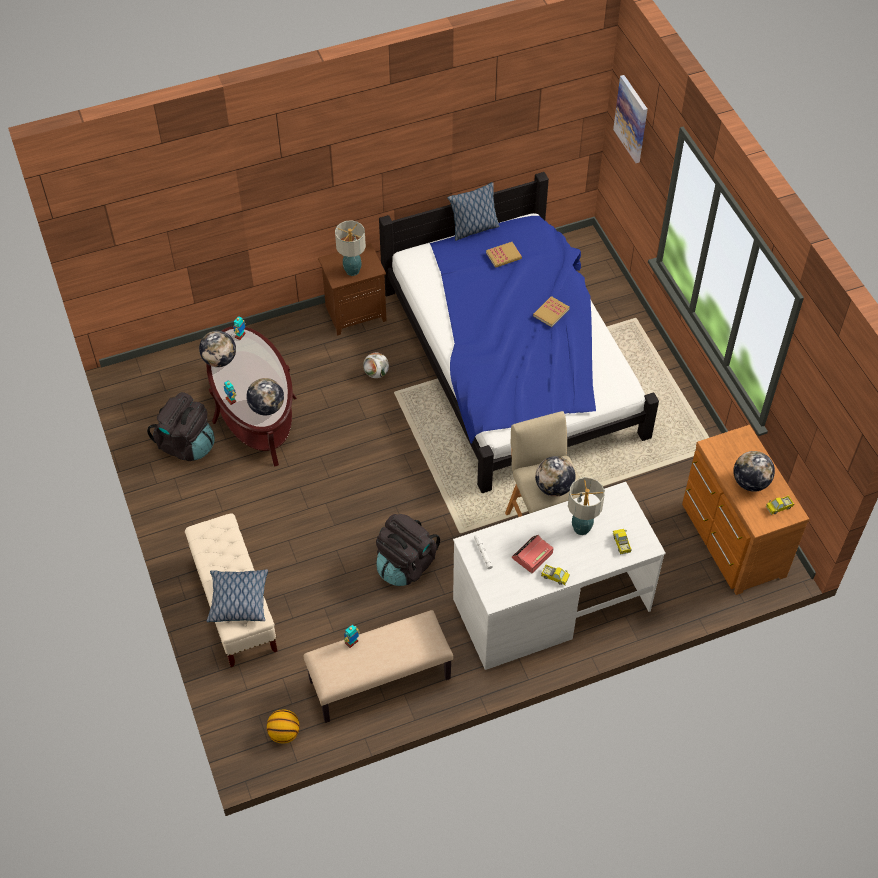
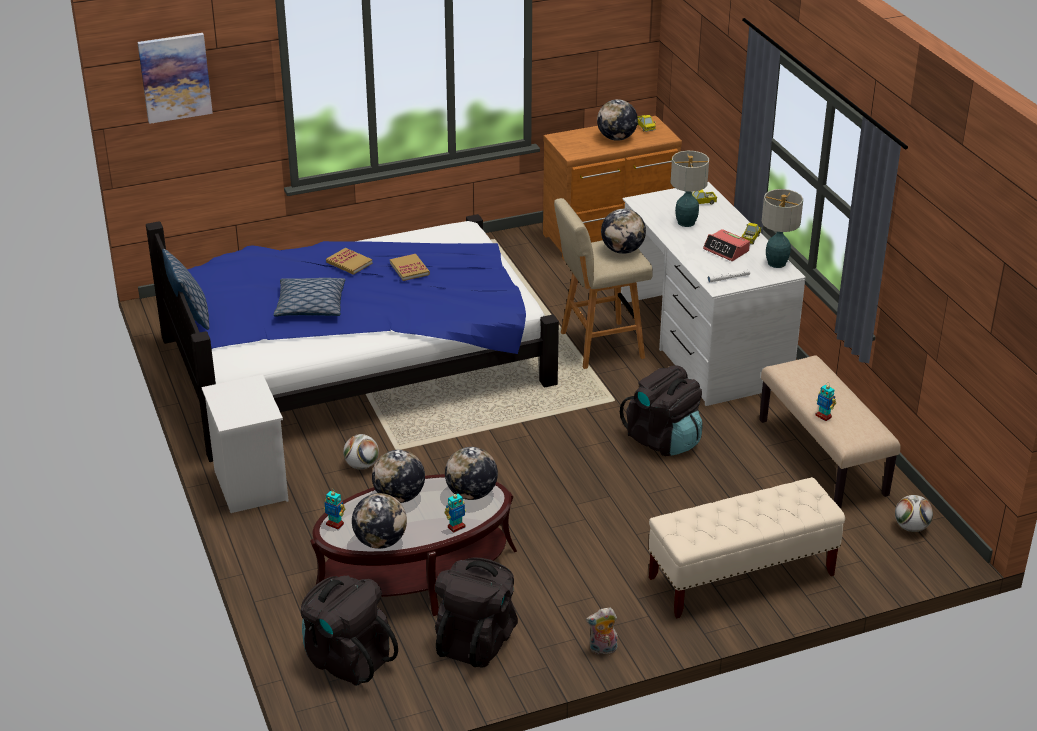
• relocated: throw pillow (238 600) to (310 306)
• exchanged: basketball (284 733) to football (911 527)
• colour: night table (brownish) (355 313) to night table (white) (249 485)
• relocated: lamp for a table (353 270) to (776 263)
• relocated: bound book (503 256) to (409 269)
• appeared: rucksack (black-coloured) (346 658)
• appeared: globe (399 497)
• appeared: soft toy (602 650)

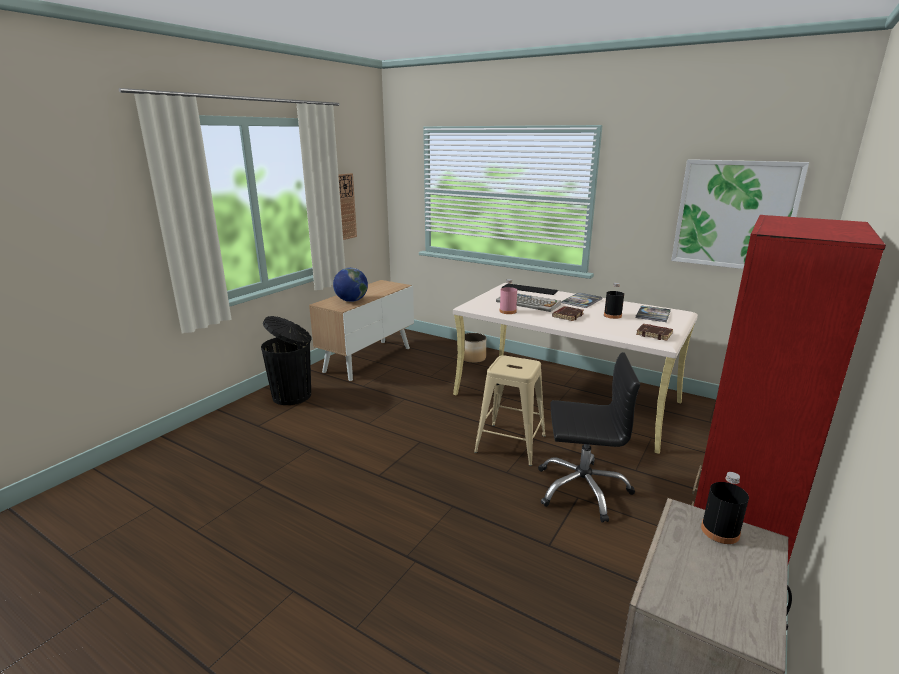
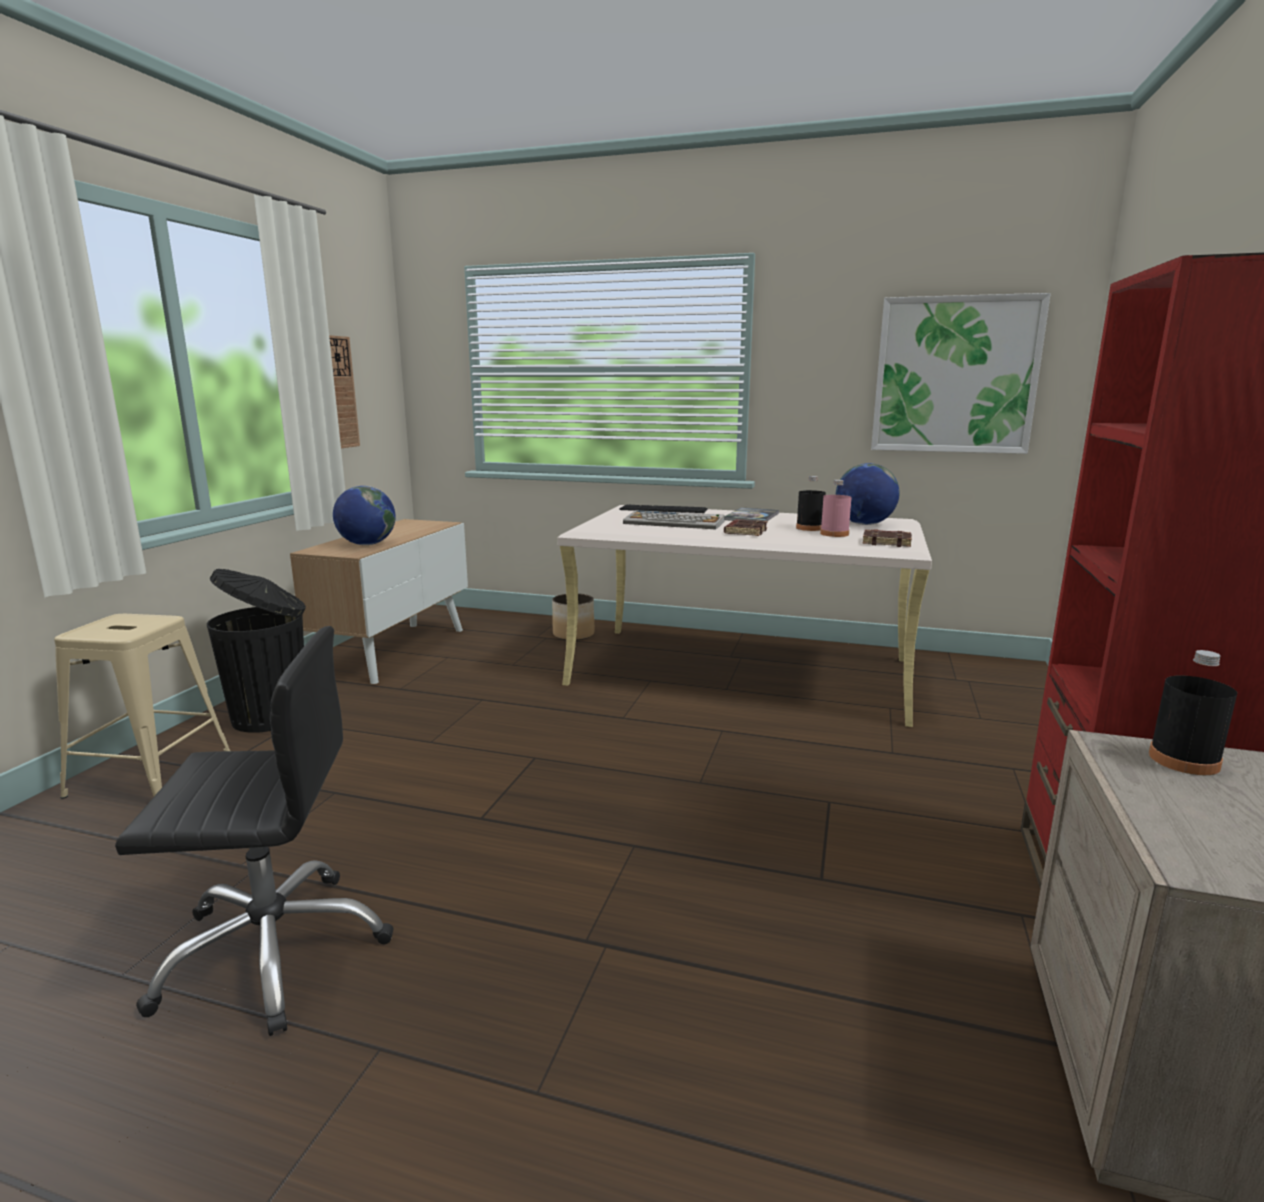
• relocated: stool seat (beige) (511 444) to (151 774)
• relocated: bottle (pink) (508 311) to (834 534)
• relocated: office chair (black-coloured) (582 489) to (274 950)
• exchanged: bound book (653 314) to globe (864 524)

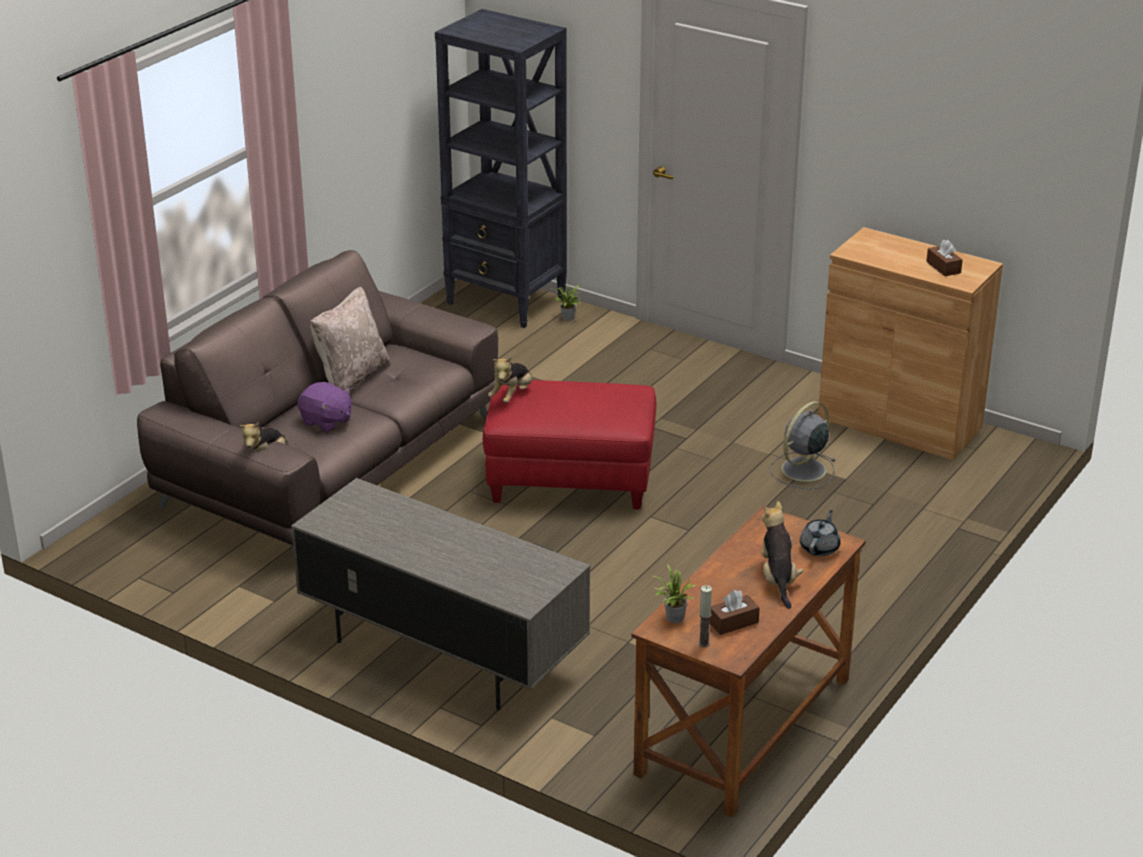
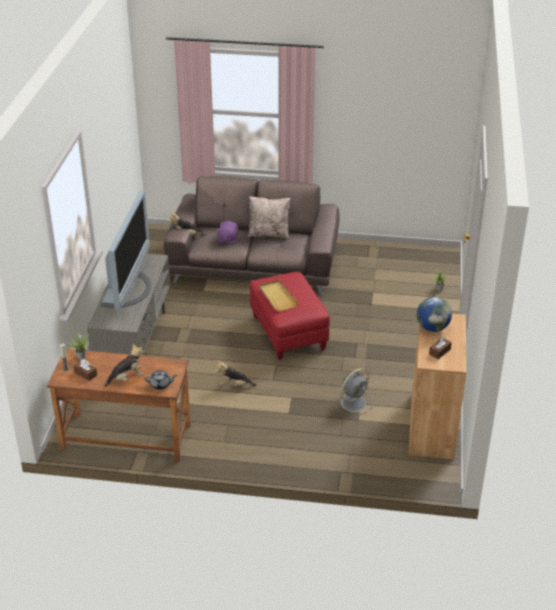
• missing: bookcase (black-coloured) (507 302)
• relocated: soft toy (512 396) to (234 385)
• spun: cooling fan (grey) (802 470) = (354 403) 120 degrees clockwise
• appeared: TV (128 288)
• appeared: serving tray (beige) (277 297)
• appeared: globe (432 328)

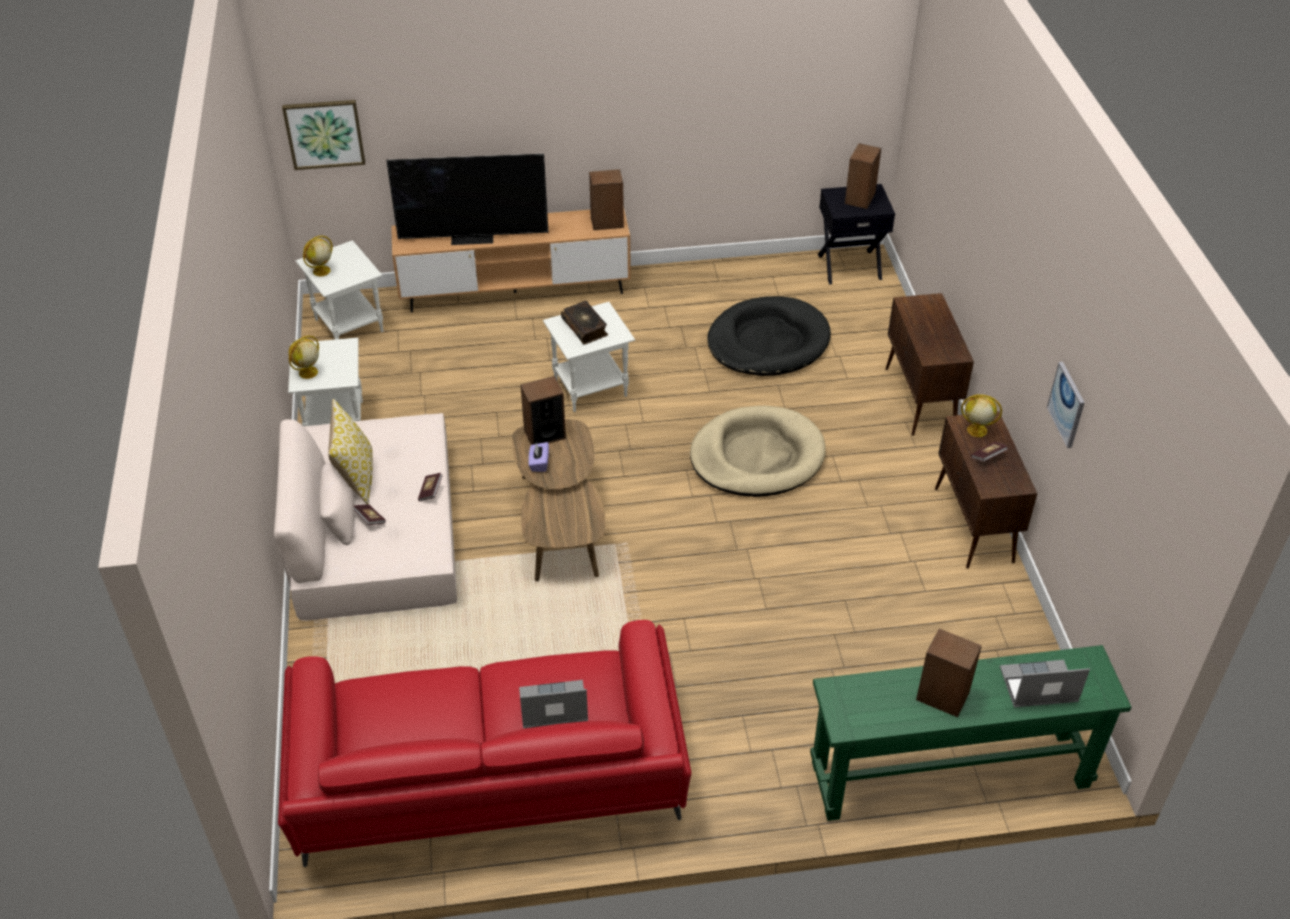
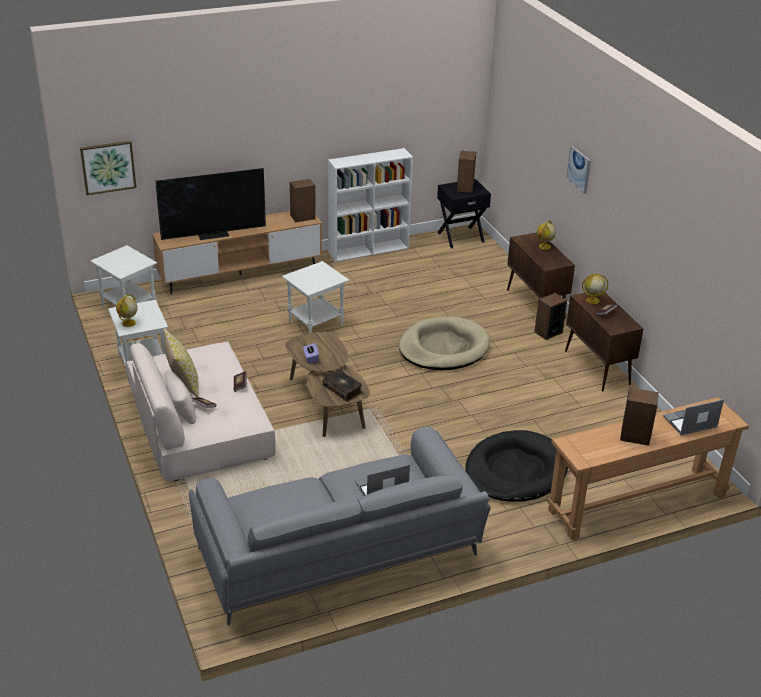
• colour: settee (red) (488 782) to settee (grey) (338 555)
• relocated: globe (321 271) to (544 247)
• relocated: speaker (544 434) to (548 332)
• relocated: bound book (585 327) to (343 389)
• relocated: pet bed (black-coloured) (768 342) to (515 471)
• colour: hall table (greenish) (949 774) to hall table (brownish) (637 502)
• relocated: wall picture (1067 404) to (579 169)
• appeared: bookcase (white) (369 250)

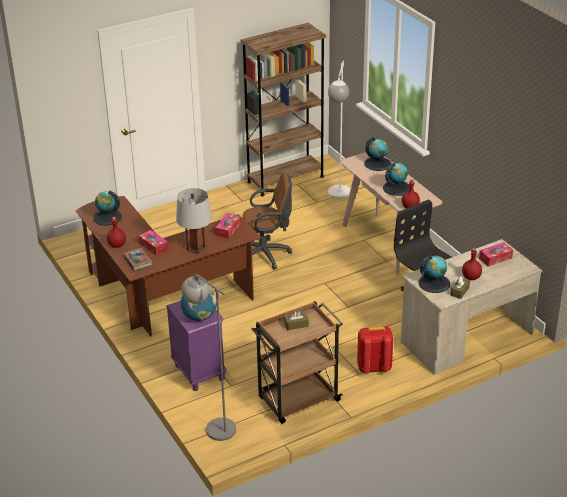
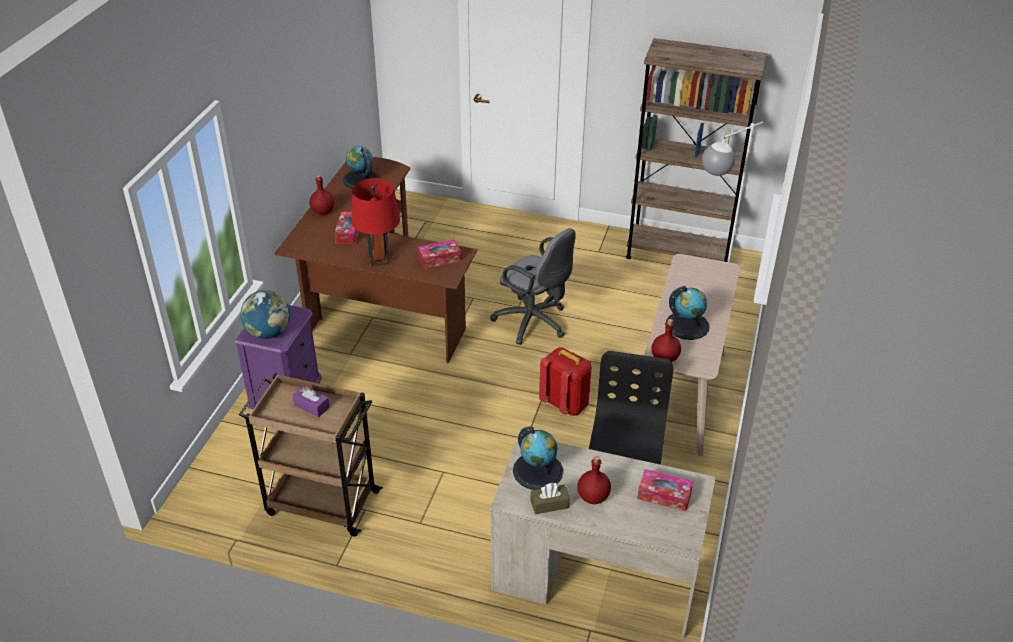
• missing: bound book (137 261)
• colour: lamp for a table (grey) (196 248) to lamp for a table (red) (379 259)
• missing: standard lamp (grey) (214 424)
• colour: office chair (brownish) (266 254) to office chair (grey) (534 323)
• colour: tissue holder (brownish) (296 325) to tissue holder (purplish) (311 406)
• relocated: rucksack (red) (373 367) to (565 404)
• missing: globe (377 163)

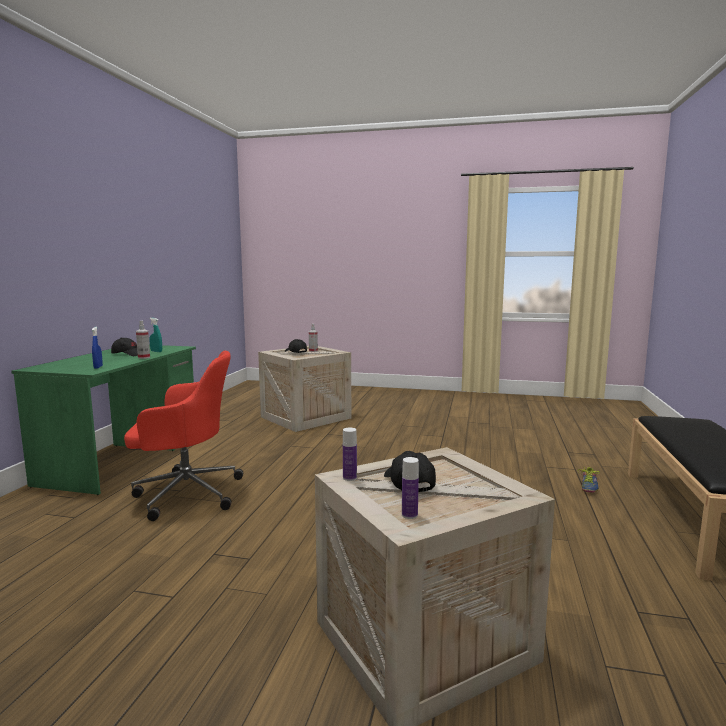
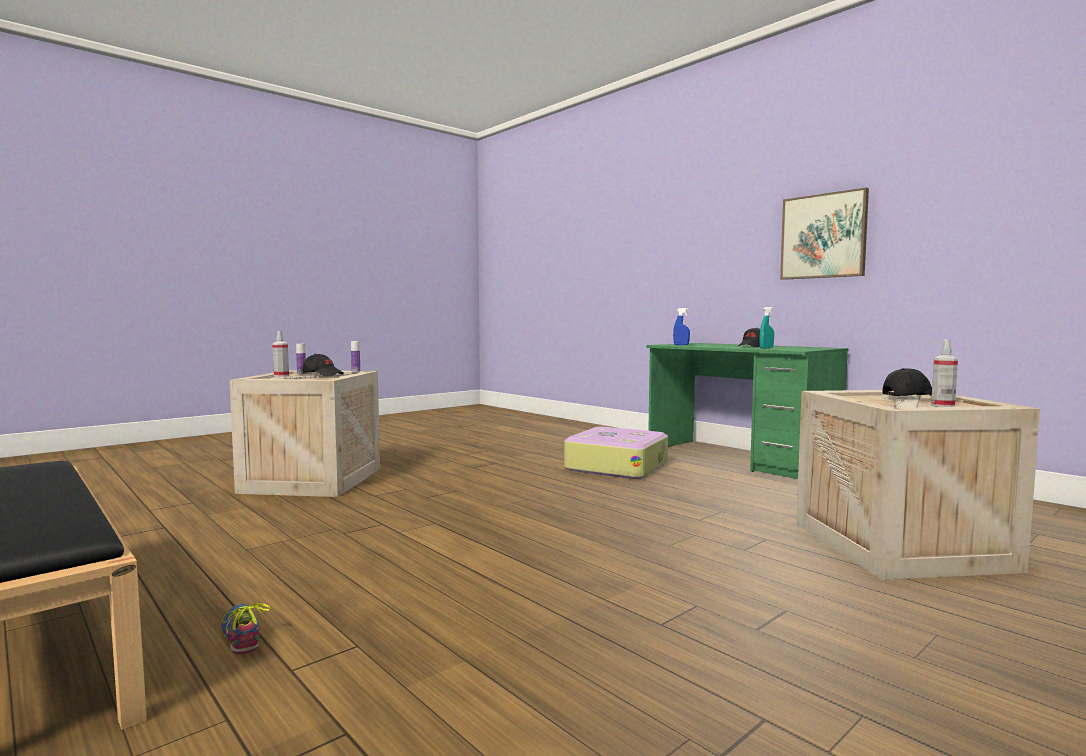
• exchanged: office chair (red) (185 493) to piece of luggage (616 466)
• relocated: hand sprayer (144 357) to (281 376)
• appeared: wall picture (823 236)

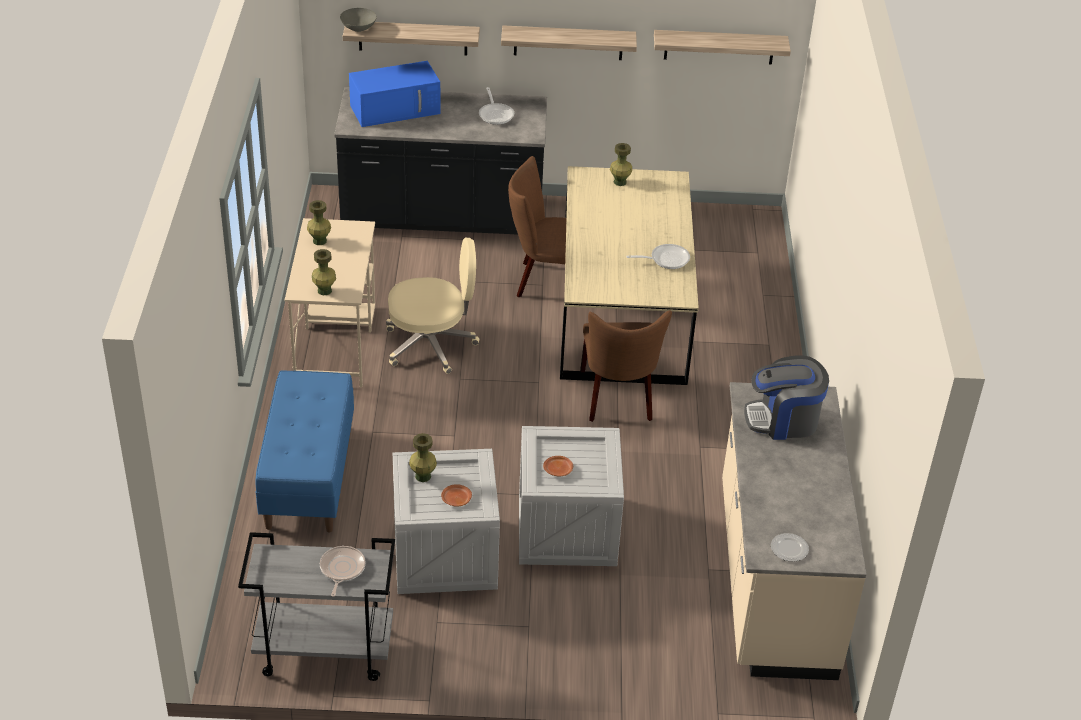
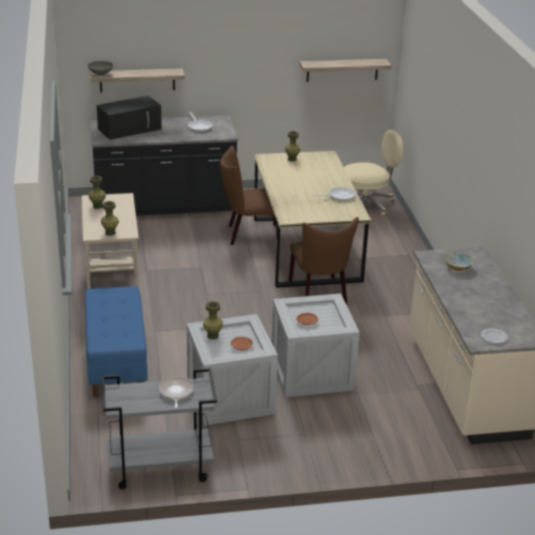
• colour: kitchen microwave (bluish) (396 109) to kitchen microwave (black-coloured) (130 129)
• relocated: office chair (beige) (431 344) to (366 204)
• missing: shelf (568 42)
• exchanged: coffee maker (783 420) to deep dish (458 267)

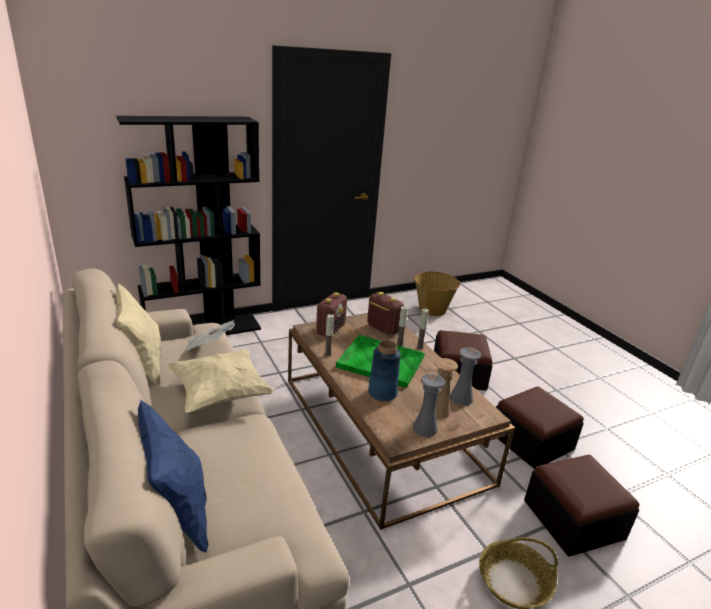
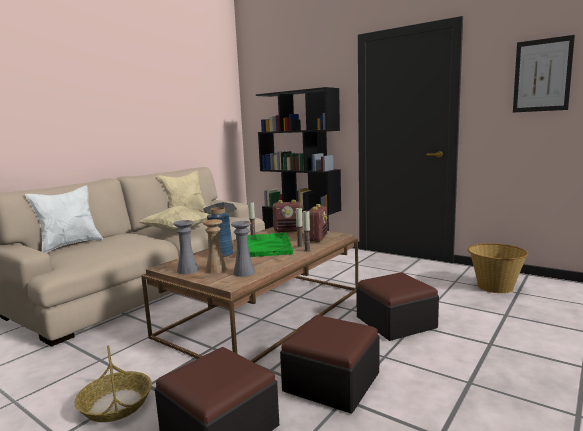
• colour: throw pillow (bluish) (177 514) to throw pillow (white) (70 245)
• appeared: wall picture (542 75)

